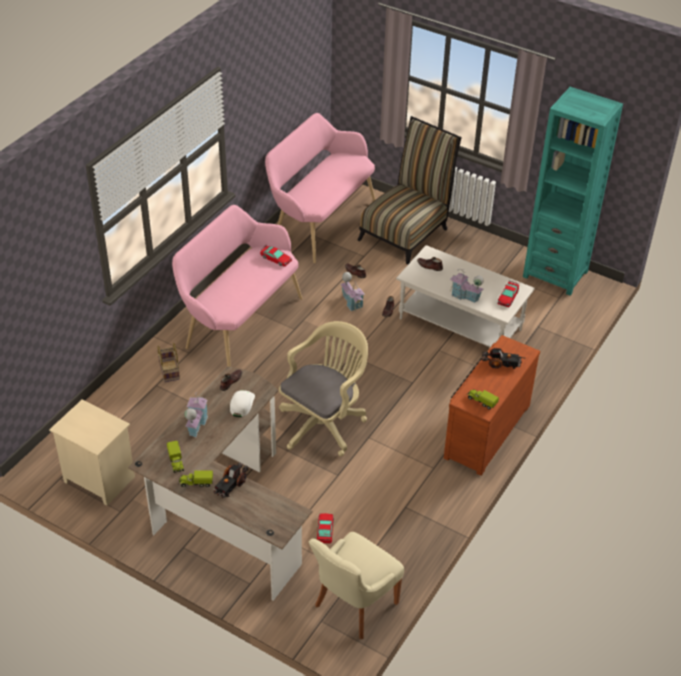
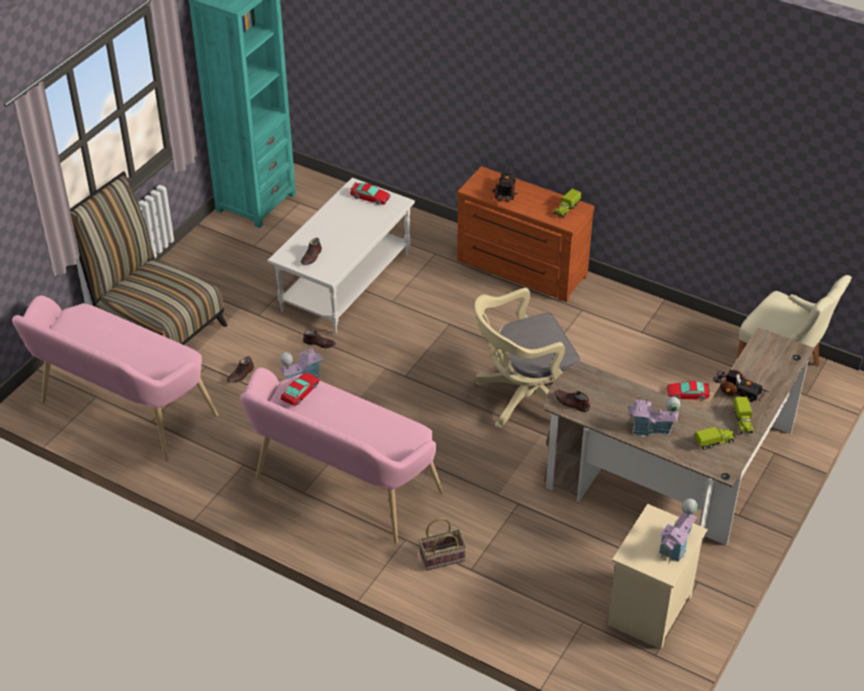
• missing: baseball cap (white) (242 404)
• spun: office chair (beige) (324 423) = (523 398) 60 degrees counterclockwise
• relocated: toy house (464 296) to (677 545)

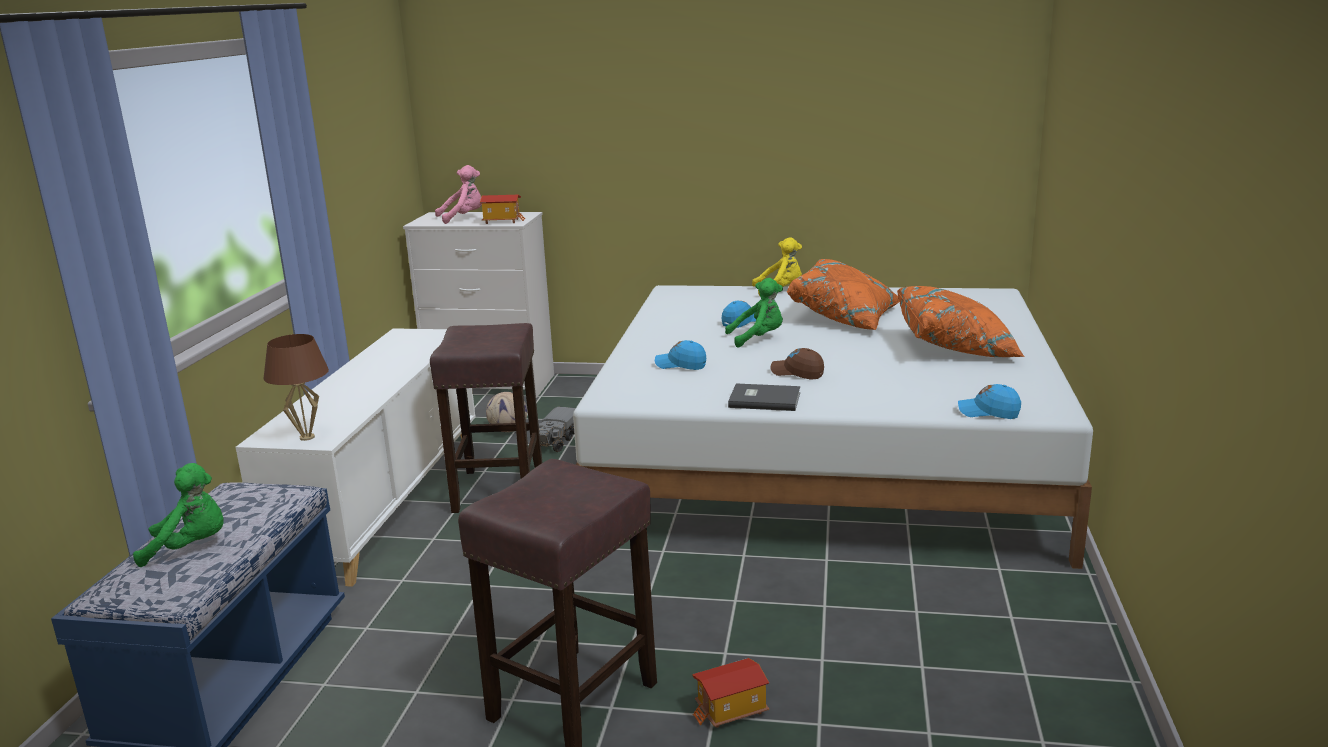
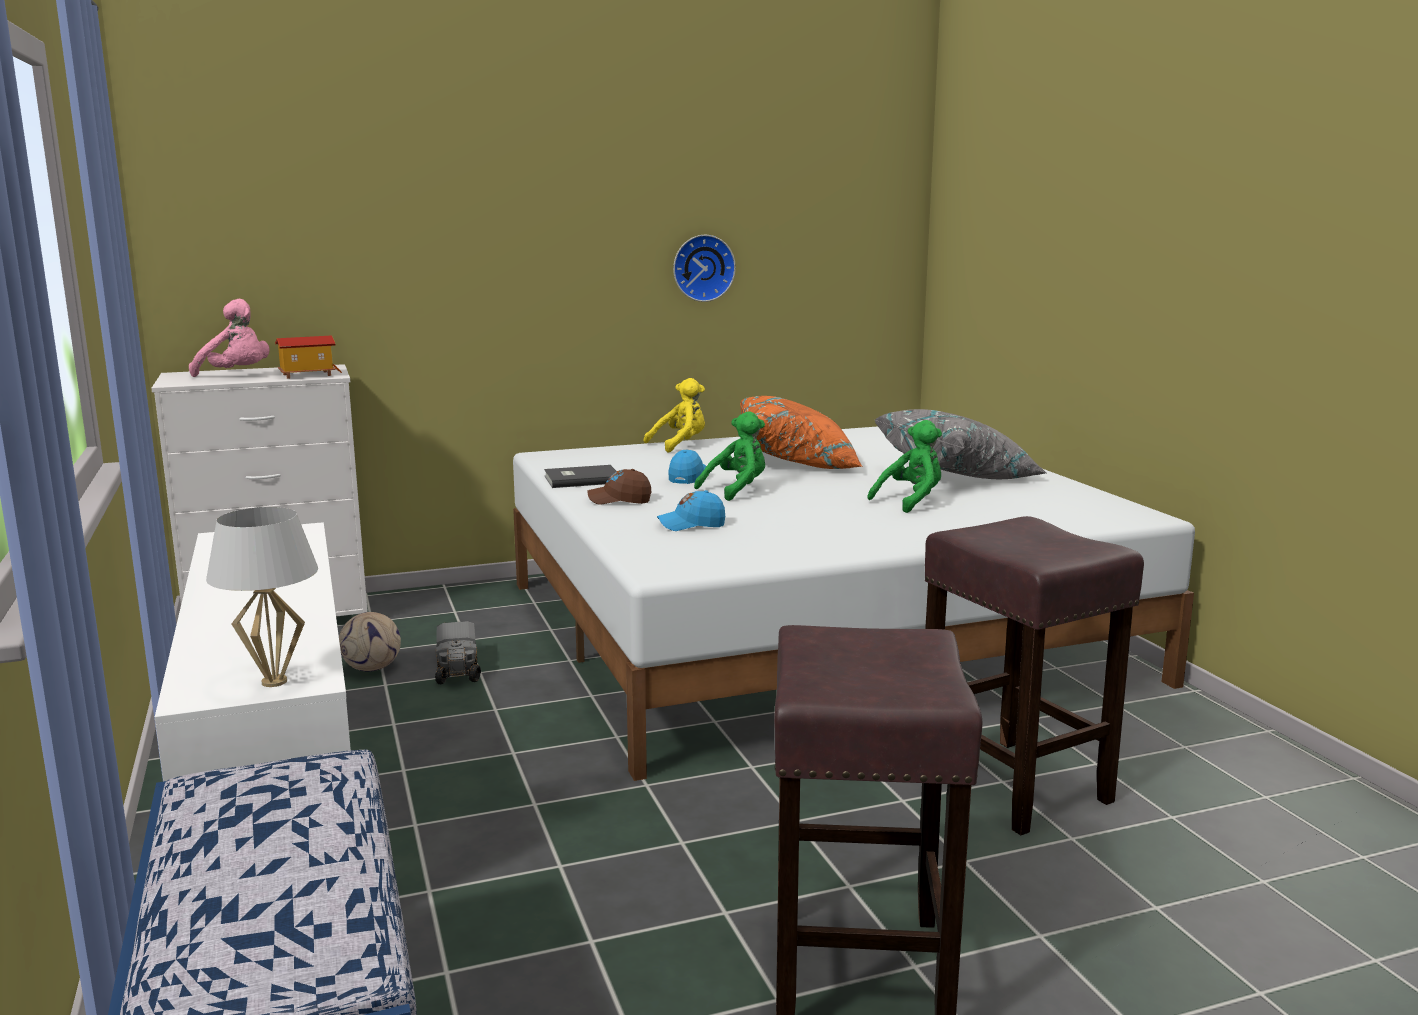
• relocated: soft toy (greenish) (191 547) to (911 501)
• colour: lamp for a table (brownish) (307 437) to lamp for a table (white) (275 682)
• relocated: stool seat (brownish) (499 490) to (1016 786)
• spun: soft toy (pink) (463 218) = (237 375) 75 degrees clockwise
• missing: toy house (731 711)
• relocated: bound book (grey) (763 399) to (580 479)
• relocated: baseball cap (brownish) (797 373) to (619 500)
• colour: throw pillow (orangey) (956 348) to throw pillow (grey) (958 476)
• missing: baseball cap (bluish) (988 412)
• appeared: hanging clock (702 268)

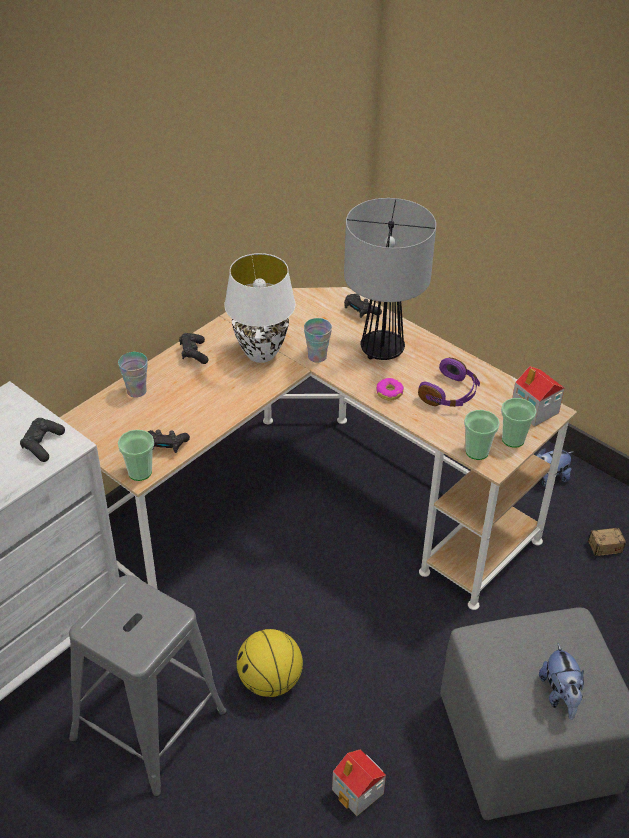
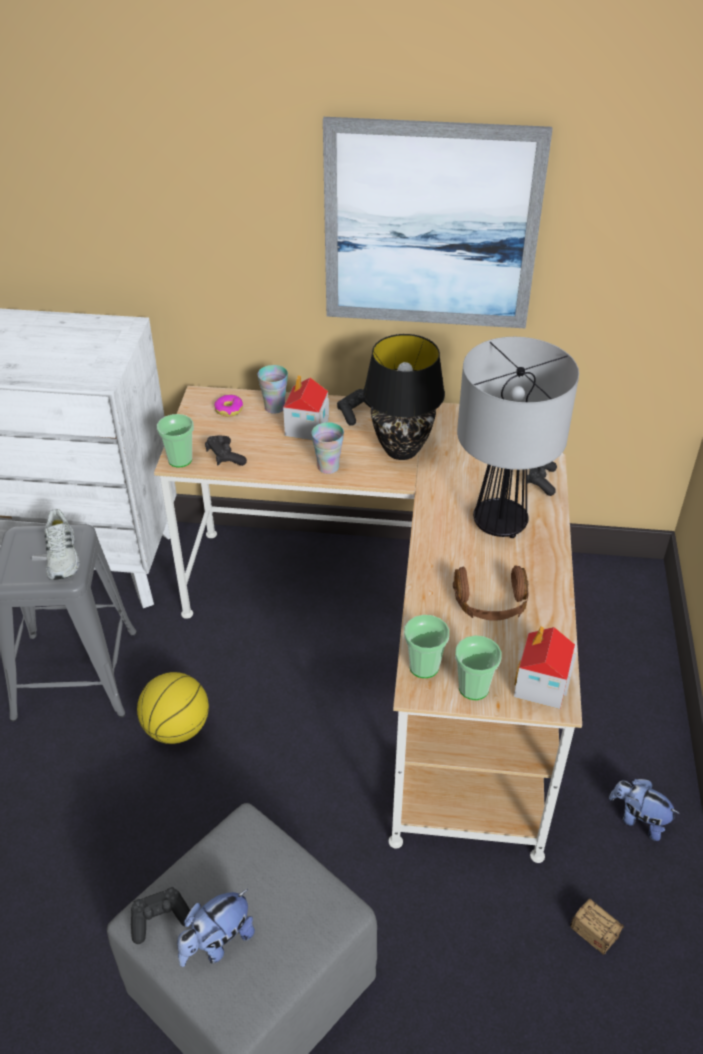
• relocated: joypad (black-coloured) (42 445) to (160 919)
• colour: lamp for a table (white) (261 354) to lamp for a table (black-coloured) (401 450)
• relocated: drinking cup (317 356) to (328 467)
• relocated: toy house (358 792) to (306 428)
• relocated: donut (389 392) to (229 409)
• colour: headphones (purplish) (450 394) to headphones (brownish) (490 604)
• appeared: shoe (white) (63 556)
• appeared: wall picture (430 227)

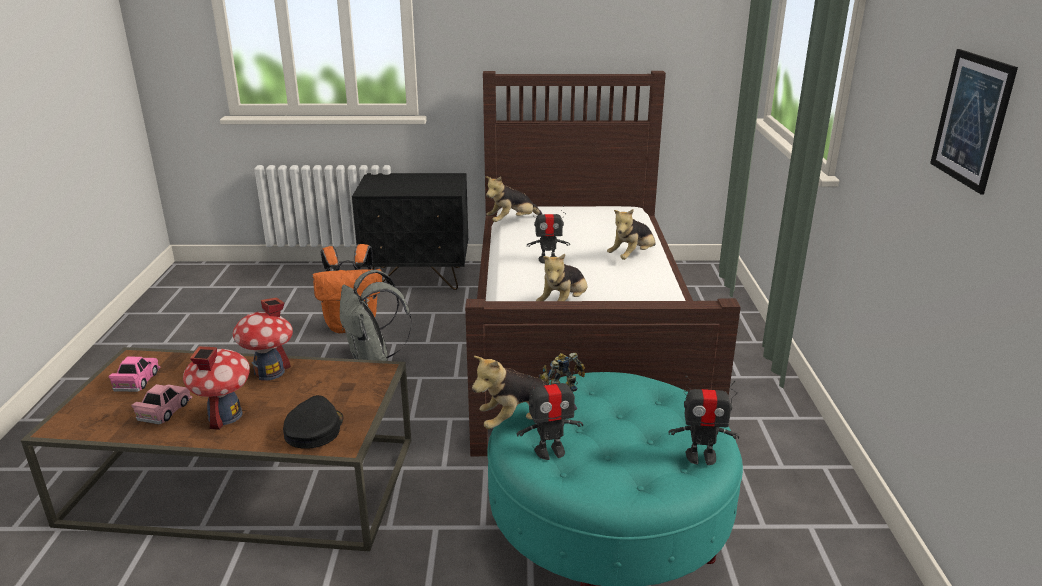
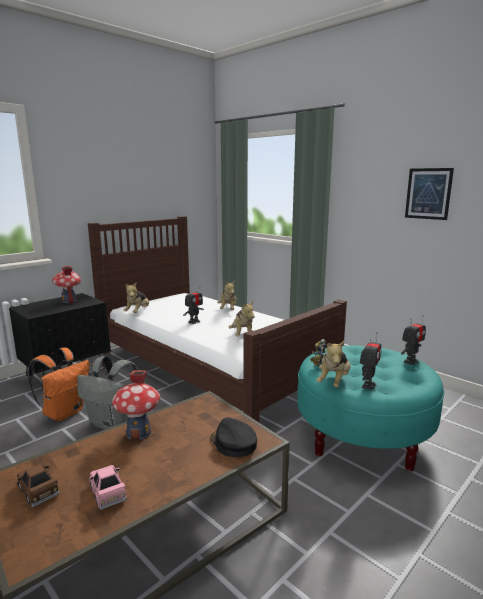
• colour: miniature car (pink) (137 381) to miniature car (brownish) (38 490)
• relocated: toy house (225 416) to (69 301)

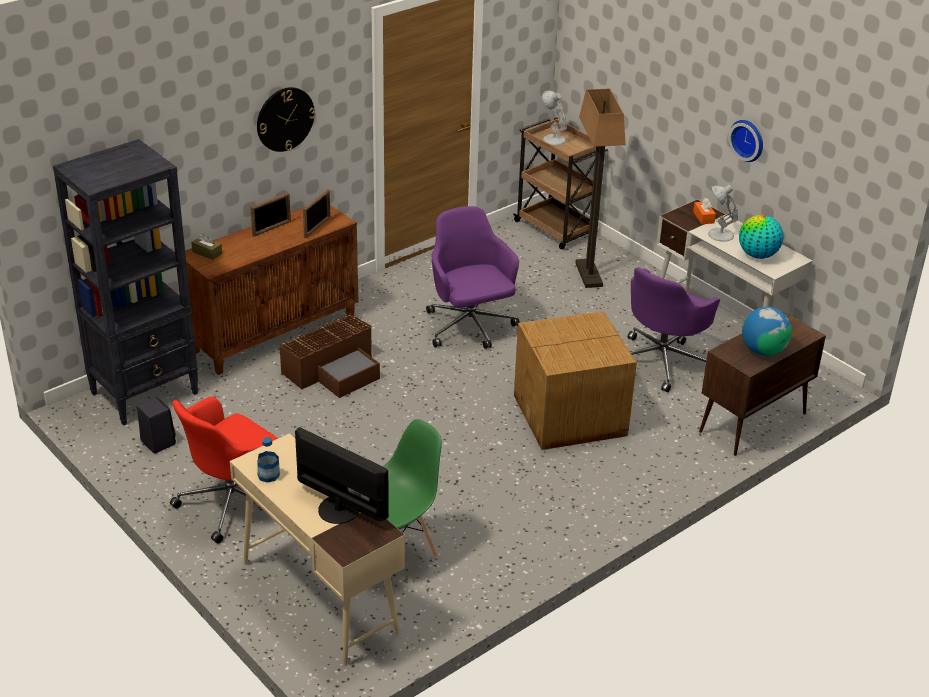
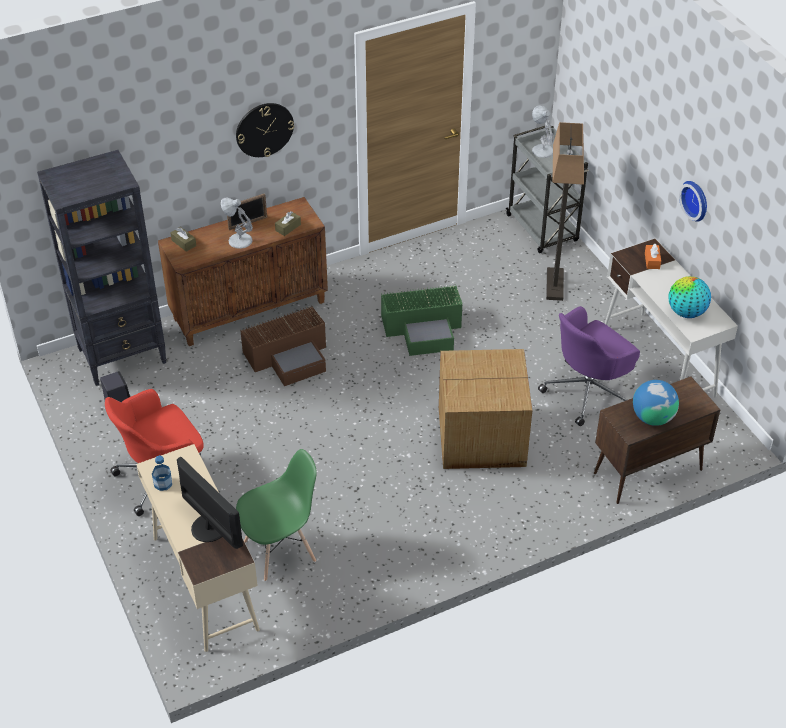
• exchanged: photo frame (317 227) to tissue holder (brownish) (288 227)
• exchanged: office chair (purplish) (470 327) to storage bin (greenish) (424 328)
• colour: cart (brownish) (556 229) to cart (grey) (543 229)
• relocated: lamp for a table (white) (719 235) to (239 240)

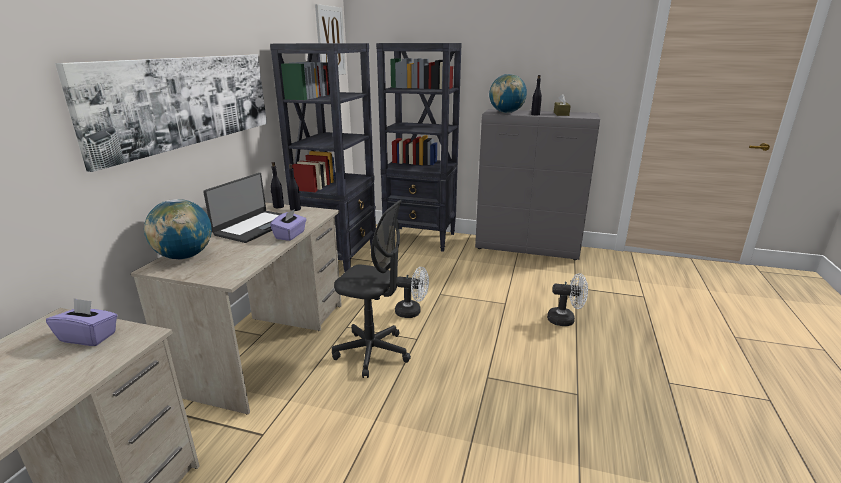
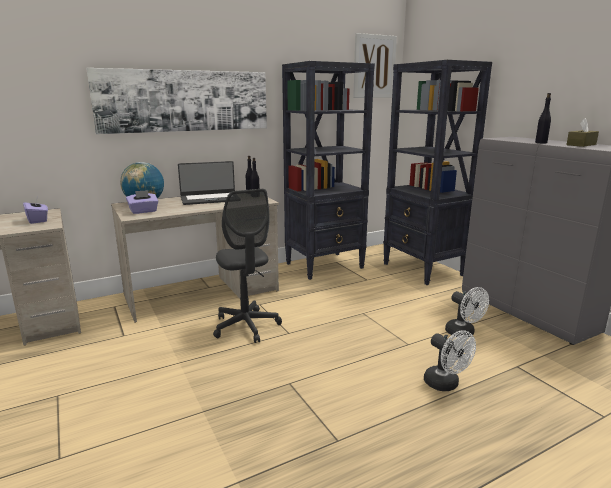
• relocated: tissue holder (purplish) (290 235) to (143 211)
• relocated: cooling fan (white) (412 312) to (463 333)
• missing: globe (506 113)

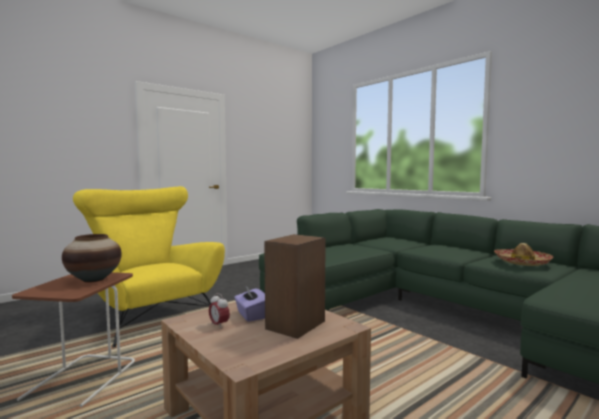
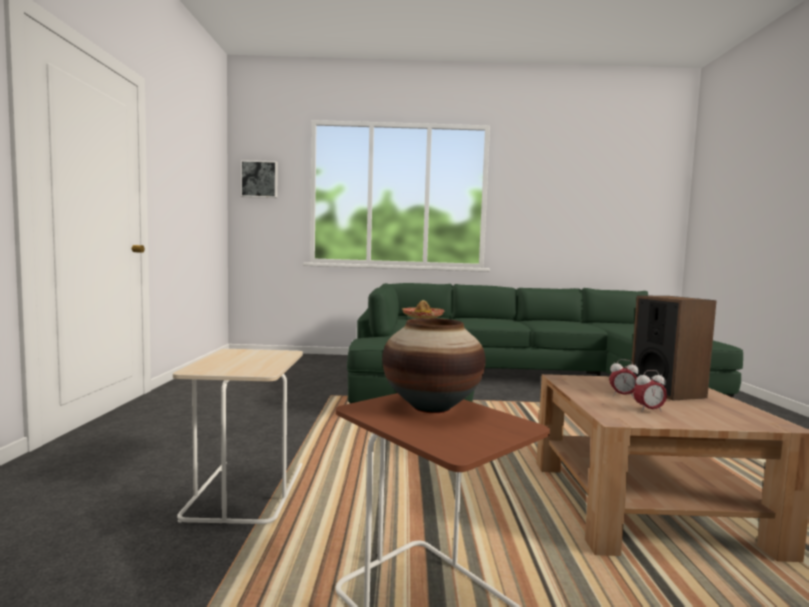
• exchanged: easy chair (yellow) (150 315) to side table (beige) (244 490)
• exchanged: tissue holder (purplish) (251 315) to table clock (622 396)
• relocated: clothing hat (522 262) to (422 317)
• appeared: wall picture (259 179)

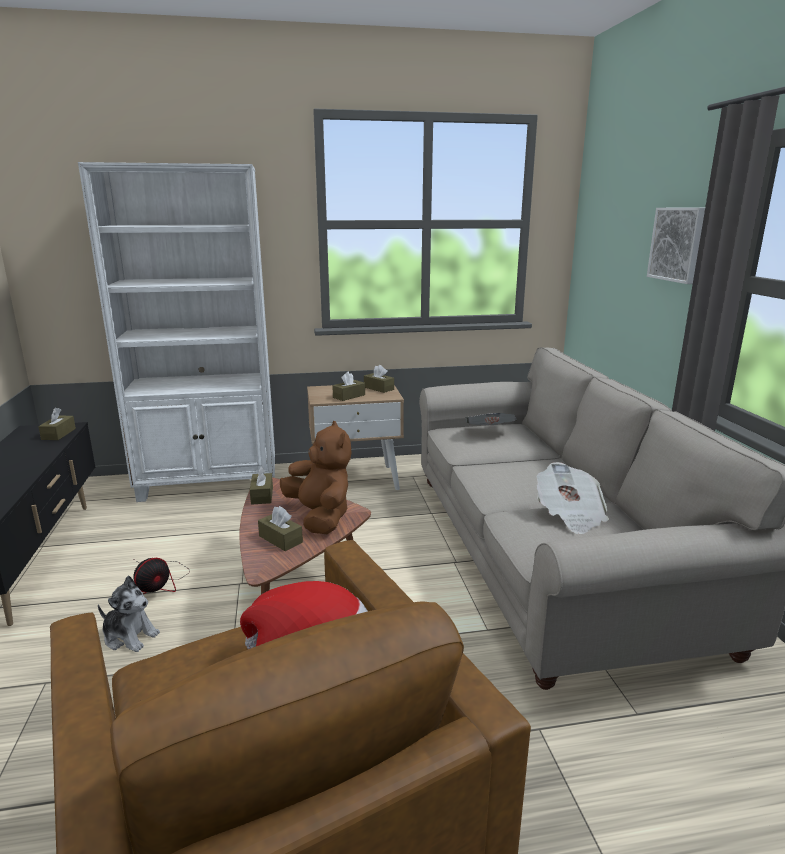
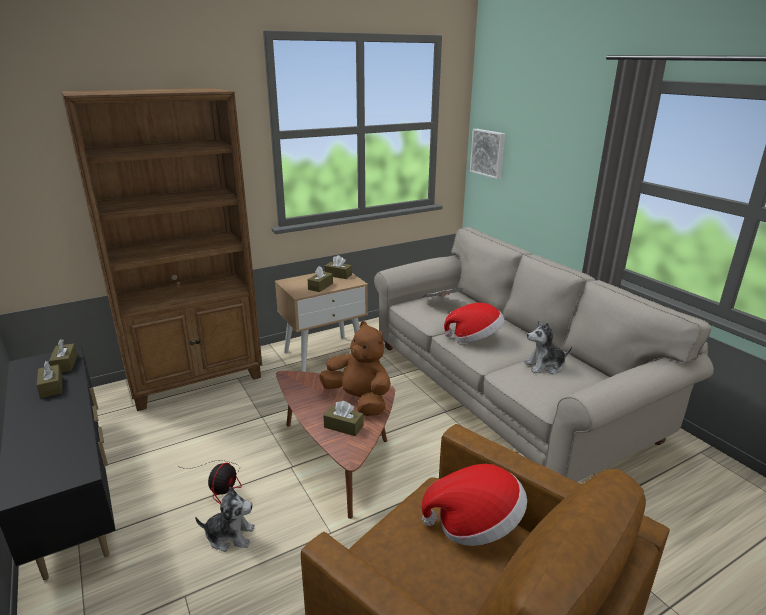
• colour: bookcase (white) (210 483) to bookcase (brownish) (197 380)
• relocated: tissue holder (brownish) (262 495) to (51 387)
• exchanged: printed paper (570 515) to soft toy (545 366)
• relocated: wall picture (678 244) to (488 153)
• appeared: clothing hat (475 339)

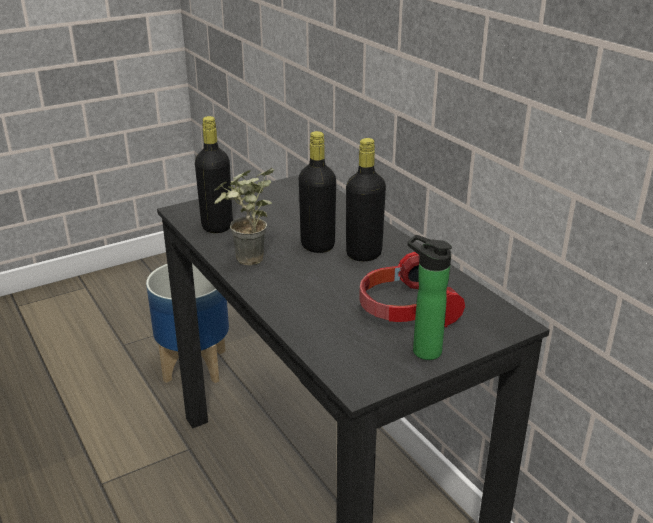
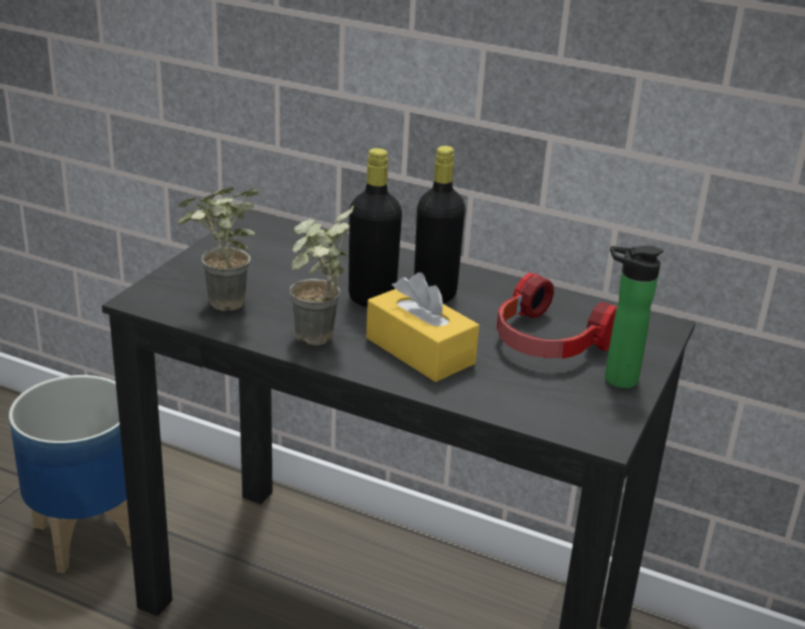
• exchanged: bottle (black-coloured) (217 226) to potted plant (219 307)
• appeared: tissue holder (yellow) (420 351)

